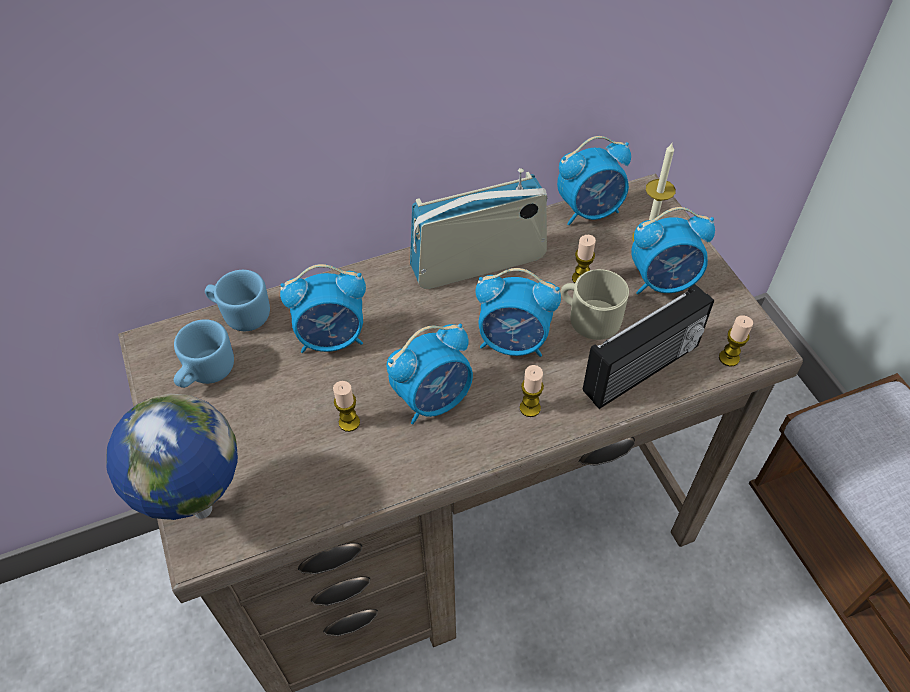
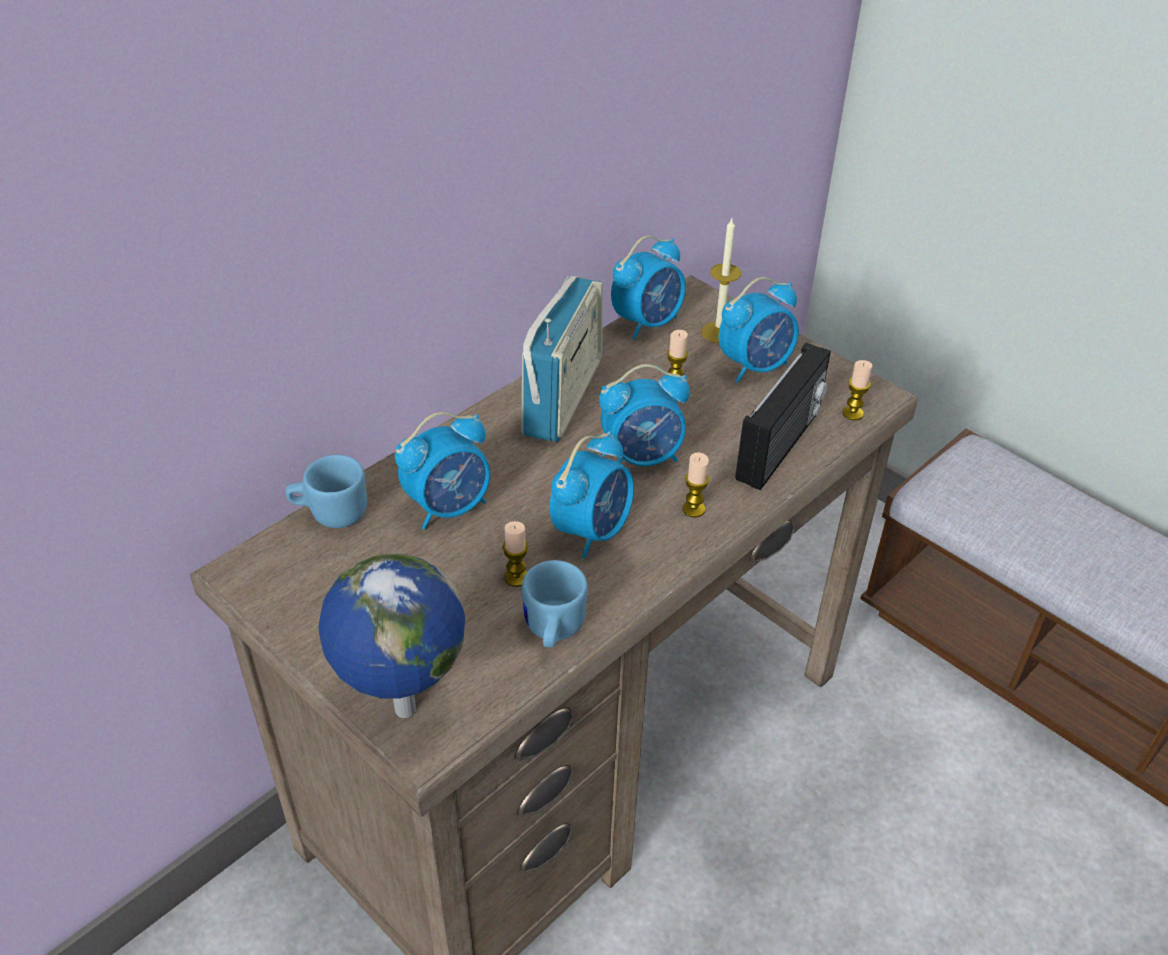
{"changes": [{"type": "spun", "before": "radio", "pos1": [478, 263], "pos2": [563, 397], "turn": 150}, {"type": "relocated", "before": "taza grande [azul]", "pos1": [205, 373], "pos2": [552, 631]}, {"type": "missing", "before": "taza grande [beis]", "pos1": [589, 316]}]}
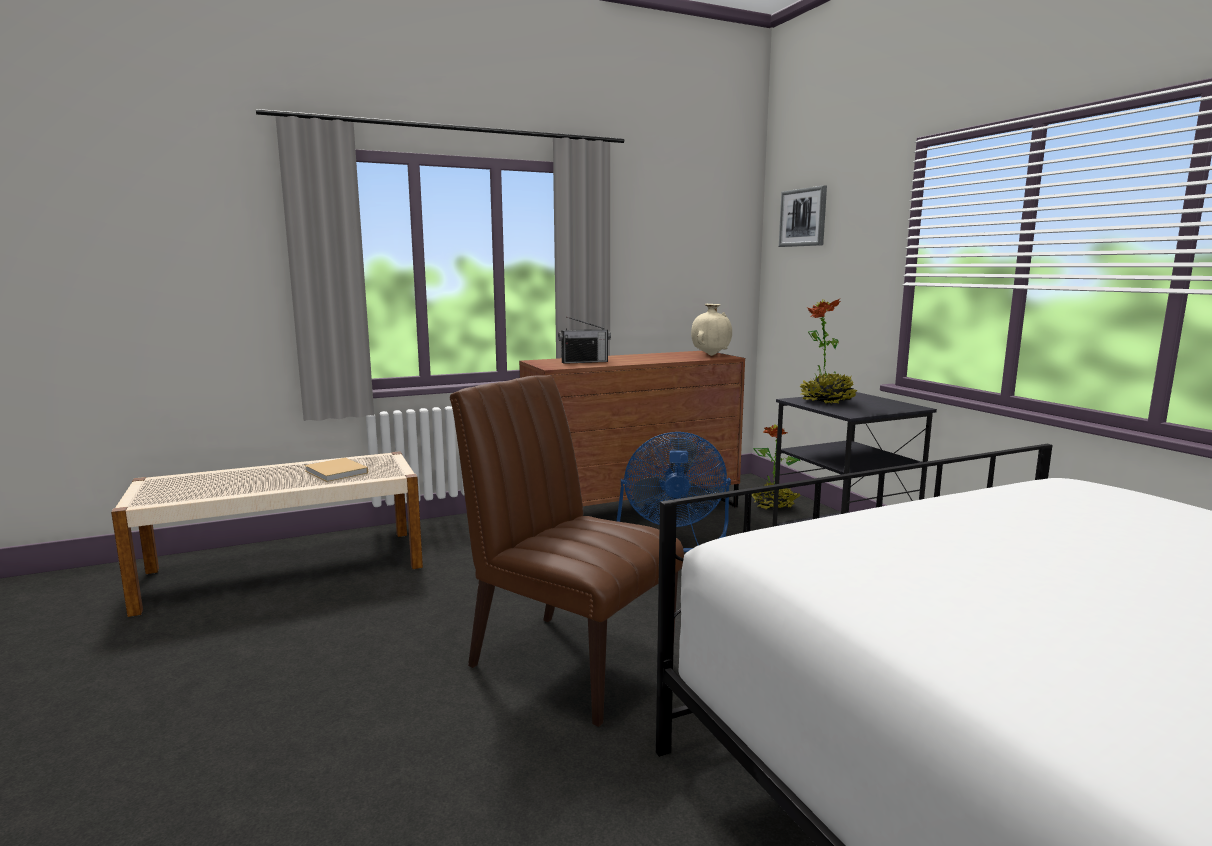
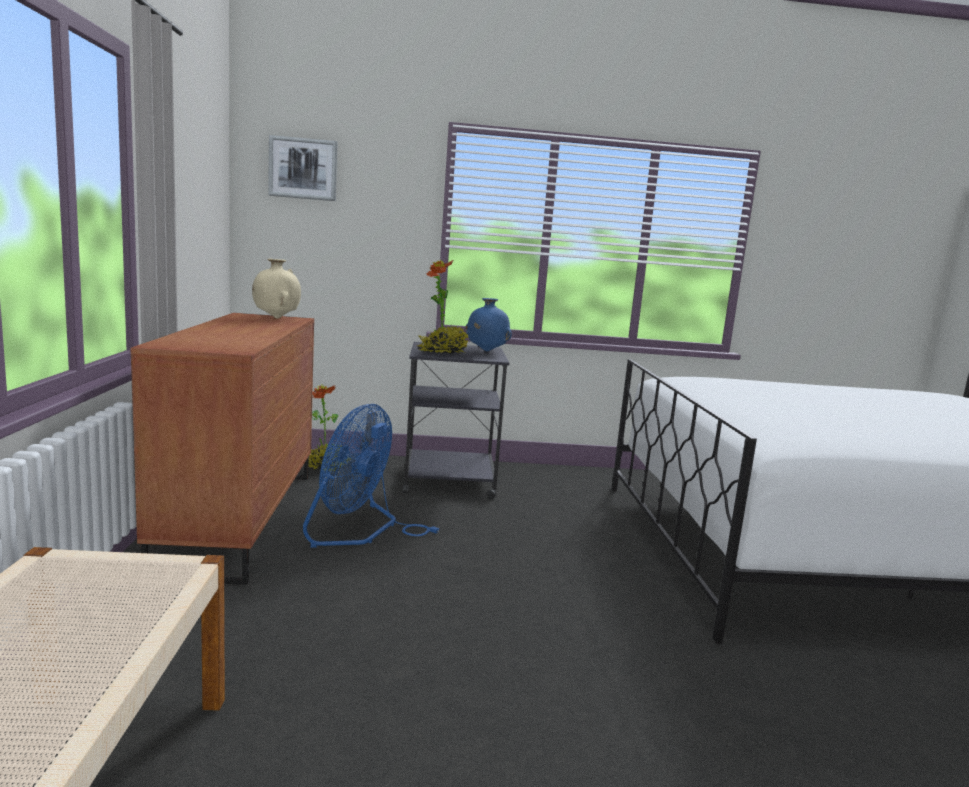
{"changes": [{"type": "appeared", "after": "florero [azul]", "pos2": [486, 351]}, {"type": "missing", "before": "libro [beis]", "pos1": [337, 472]}, {"type": "missing", "before": "silla [marrón]", "pos1": [571, 665]}, {"type": "missing", "before": "radio", "pos1": [584, 362]}]}
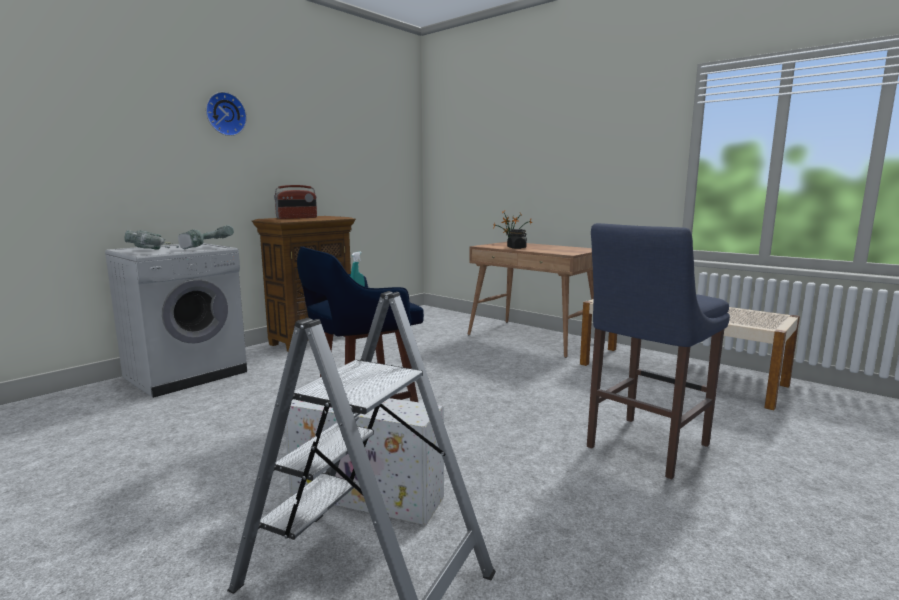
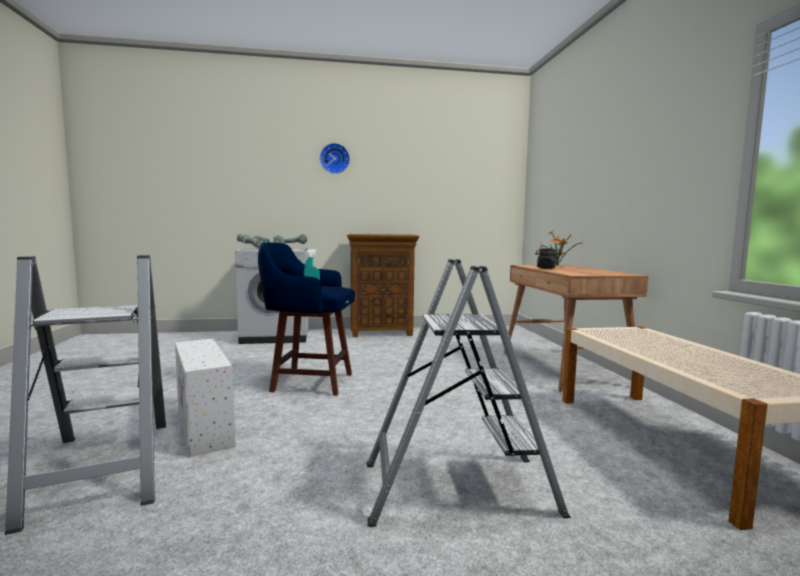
{"changes": [{"type": "exchanged", "before": "taburete [azul]", "after": "escalera de tijera [gris]", "pos1": [644, 447], "pos2": [455, 486]}, {"type": "missing", "before": "radio", "pos1": [297, 218]}]}
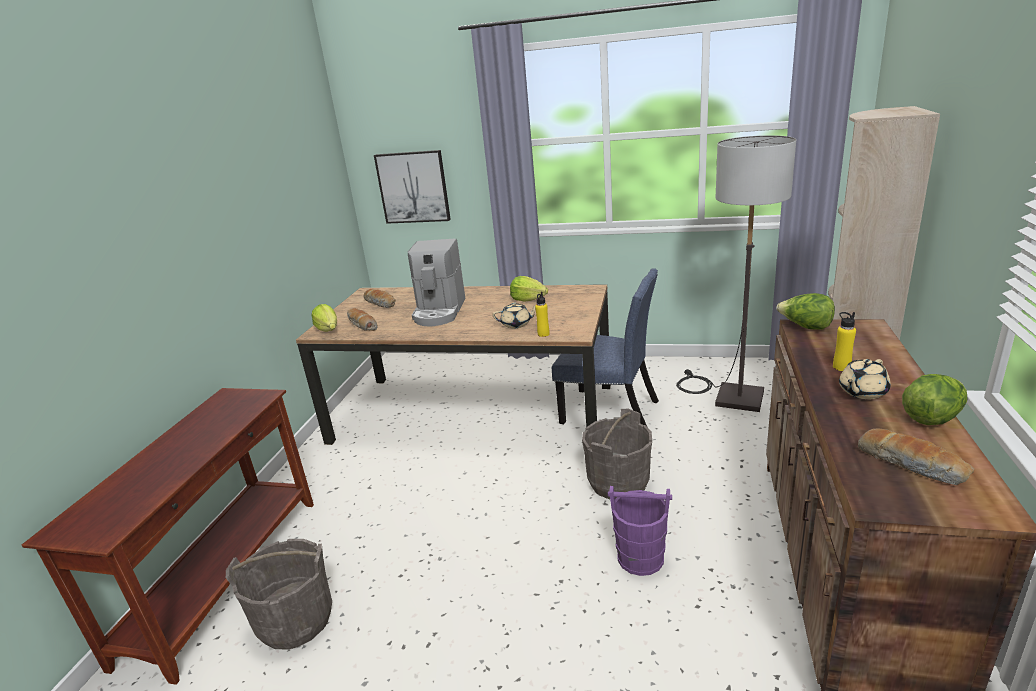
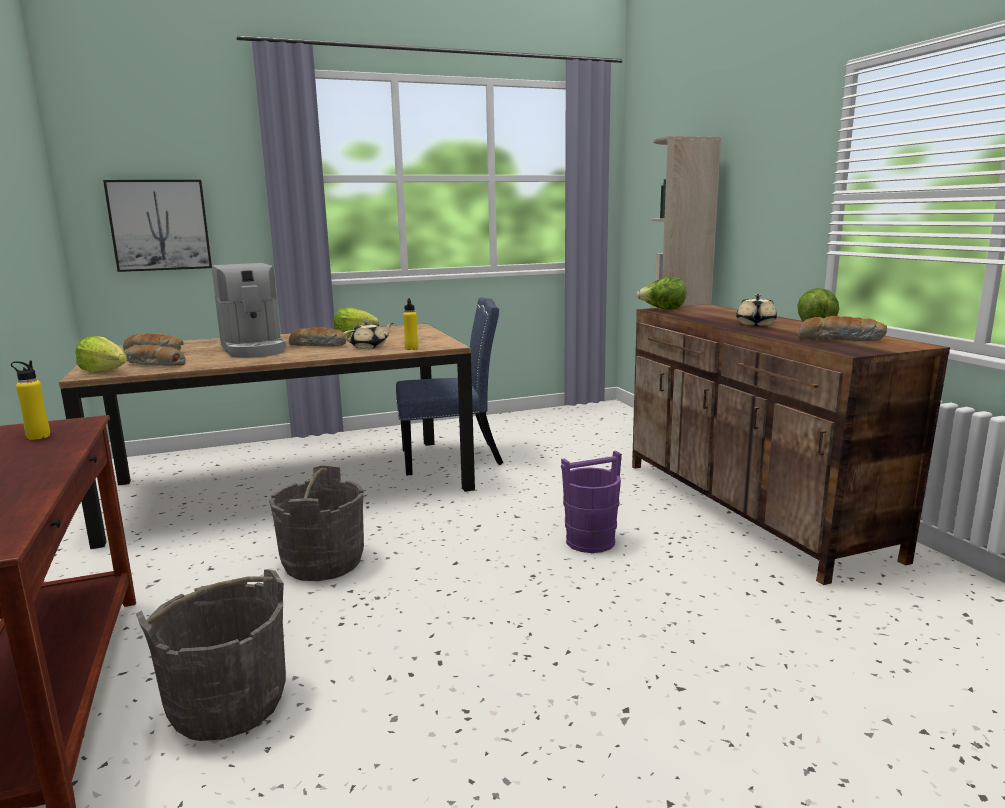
{"changes": [{"type": "relocated", "before": "botella [amarillo]", "pos1": [841, 367], "pos2": [38, 436]}, {"type": "relocated", "before": "cubo [gris]", "pos1": [618, 482], "pos2": [322, 563]}, {"type": "appeared", "after": "pan", "pos2": [320, 345]}, {"type": "missing", "before": "lámpara de pie", "pos1": [725, 395]}]}
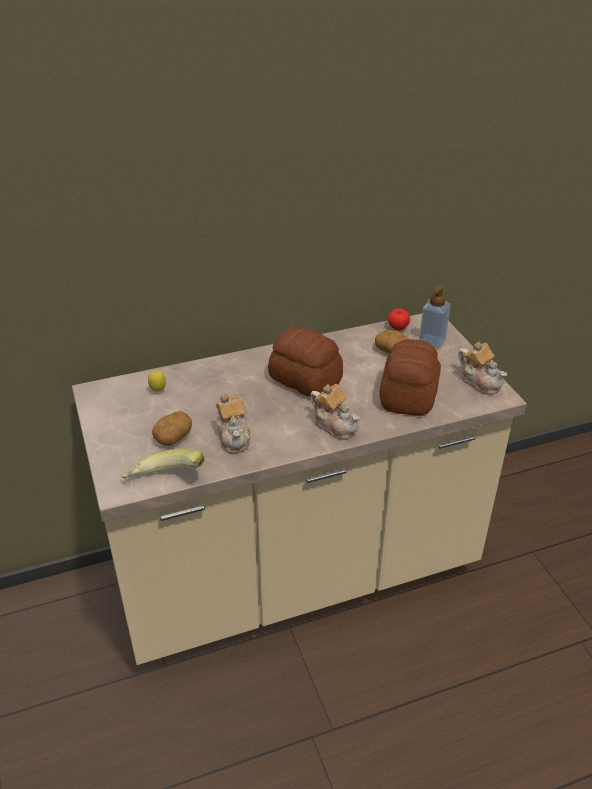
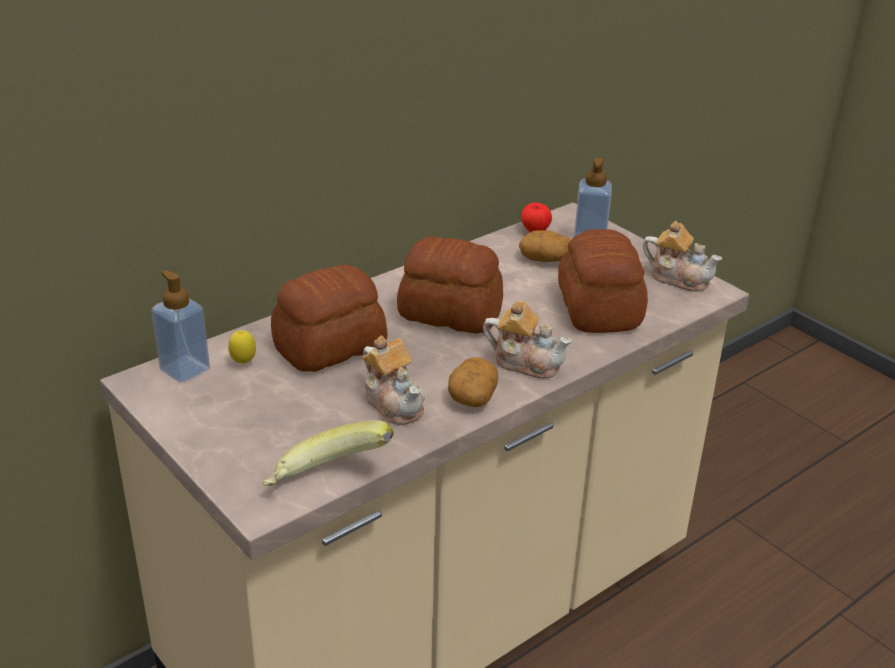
{"changes": [{"type": "appeared", "after": "dispensador de jabón", "pos2": [185, 369]}, {"type": "appeared", "after": "pan", "pos2": [328, 346]}, {"type": "relocated", "before": "patata", "pos1": [173, 436], "pos2": [472, 396]}]}
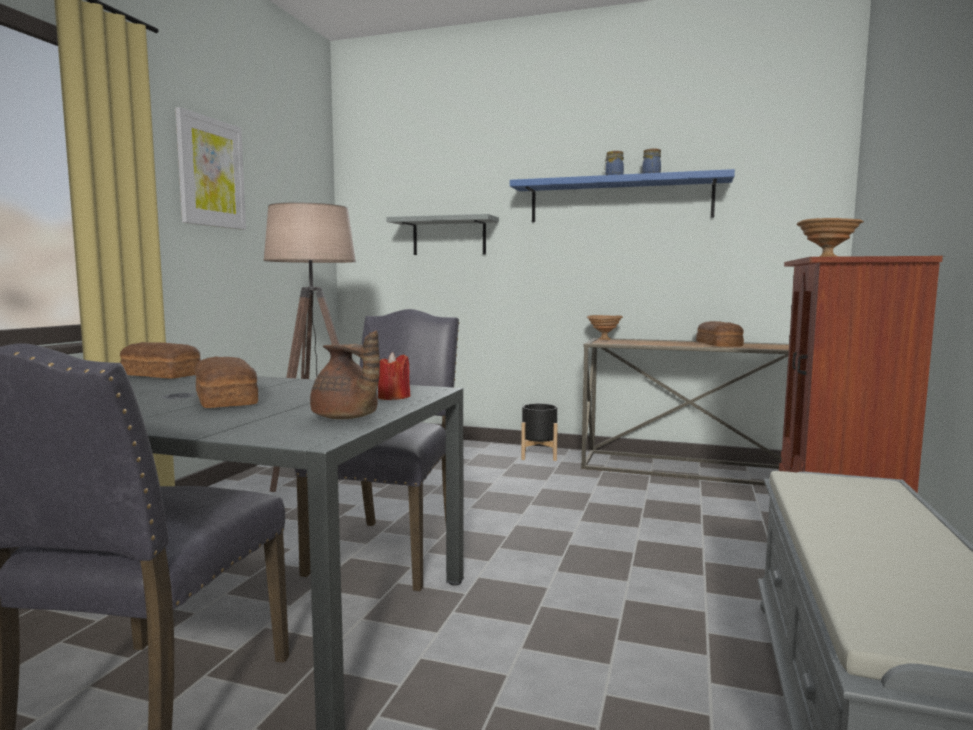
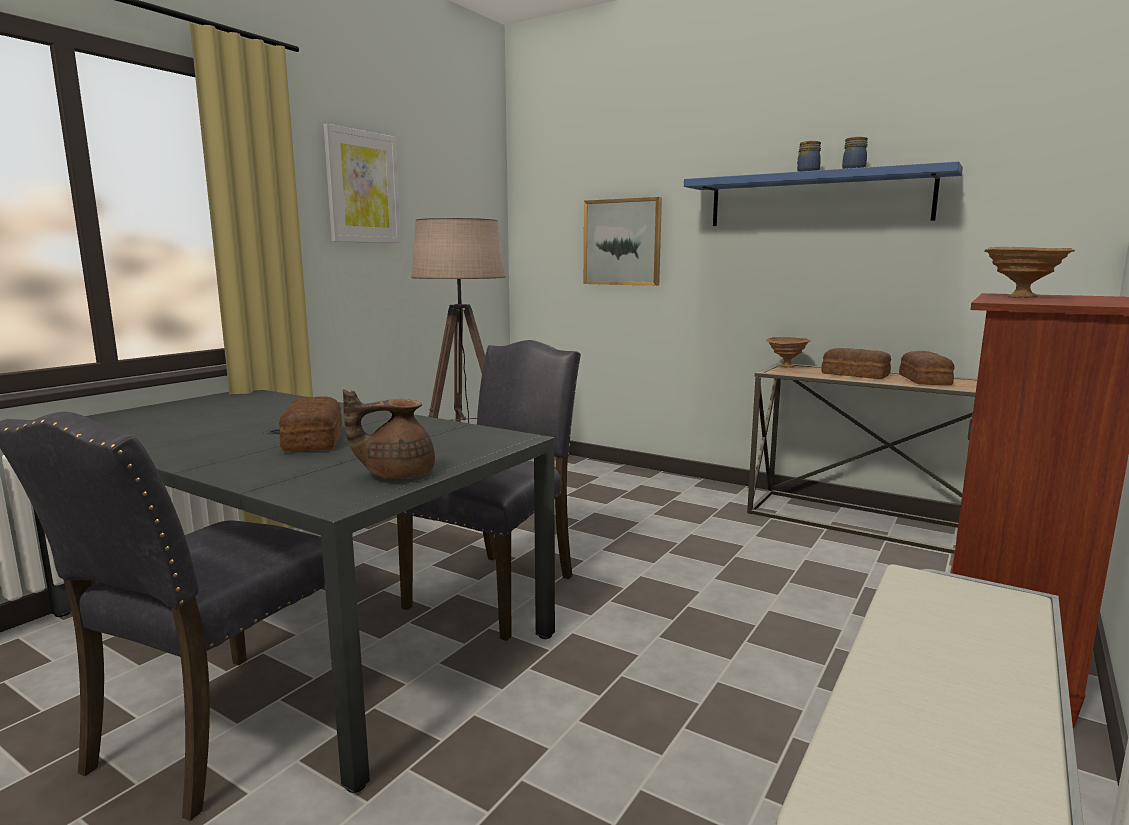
{"changes": [{"type": "spun", "before": "tetera [marrón]", "pos1": [346, 418], "pos2": [396, 474], "turn": 105}, {"type": "exchanged", "before": "estante [gris]", "after": "cuadro", "pos1": [449, 236], "pos2": [622, 242]}, {"type": "relocated", "before": "pan", "pos1": [161, 375], "pos2": [855, 375]}, {"type": "missing", "before": "vela [rojo]", "pos1": [393, 397]}, {"type": "missing", "before": "maceta [negro]", "pos1": [538, 455]}]}
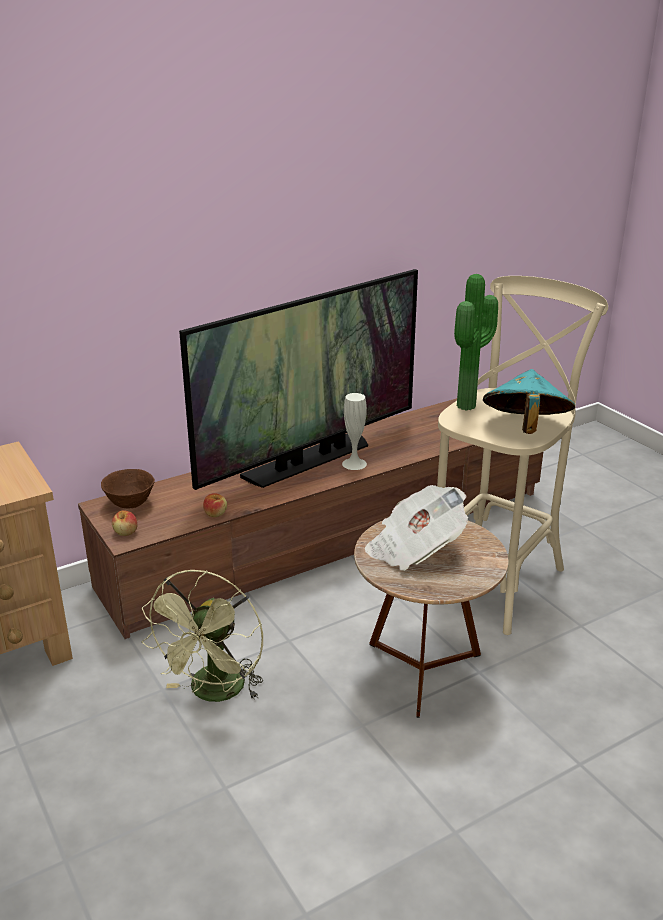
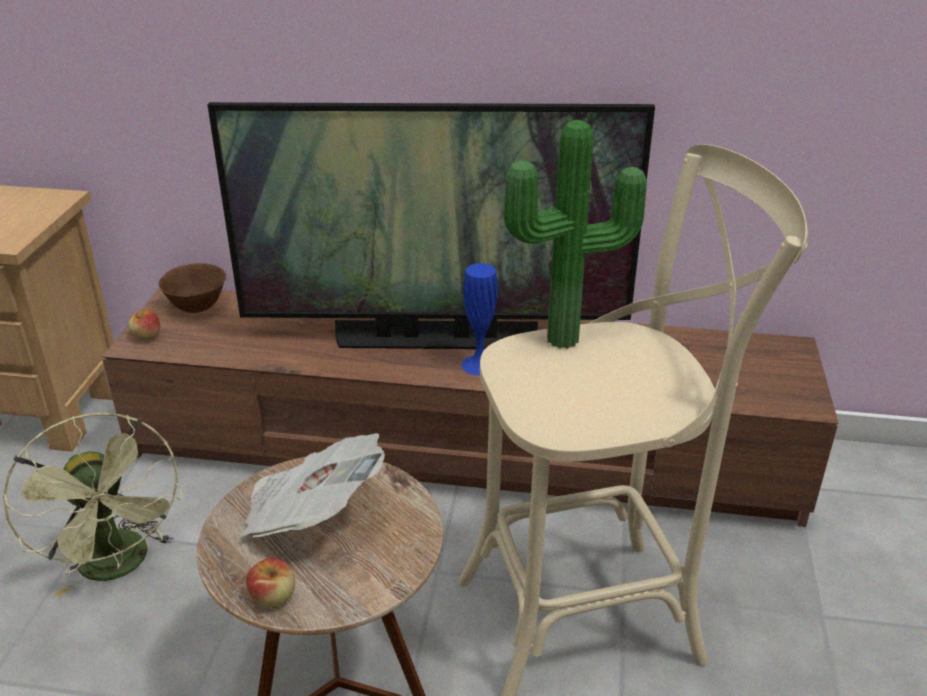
{"changes": [{"type": "spun", "before": "ventilador [verde]", "pos1": [214, 693], "pos2": [120, 566], "turn": -90}, {"type": "relocated", "before": "manzana", "pos1": [215, 514], "pos2": [274, 596]}, {"type": "colour", "before": "florero [blanco]", "after": "florero [azul]", "pos1": [354, 464], "pos2": [479, 365]}, {"type": "missing", "before": "sombrero [turquesa]", "pos1": [524, 428]}]}
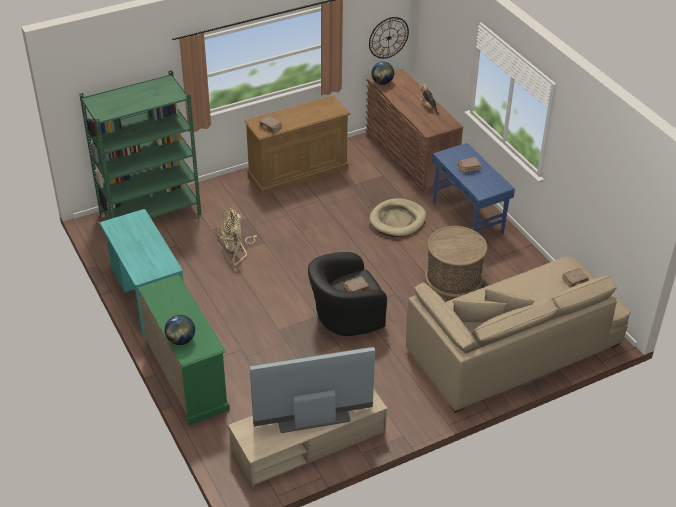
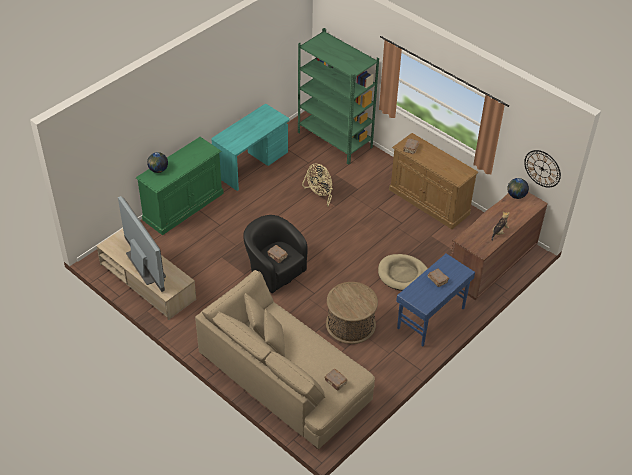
{"changes": [{"type": "spun", "before": "ventilador [beis]", "pos1": [236, 248], "pos2": [320, 193], "turn": -90}]}
